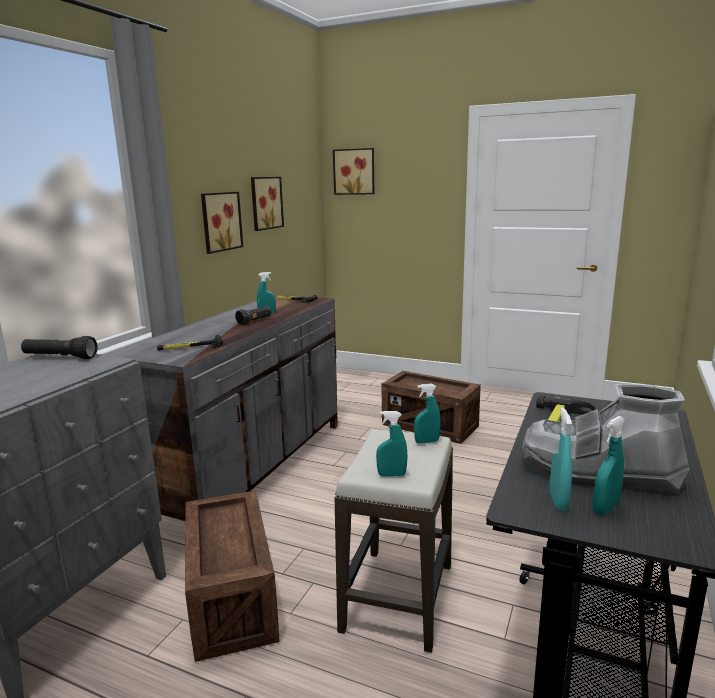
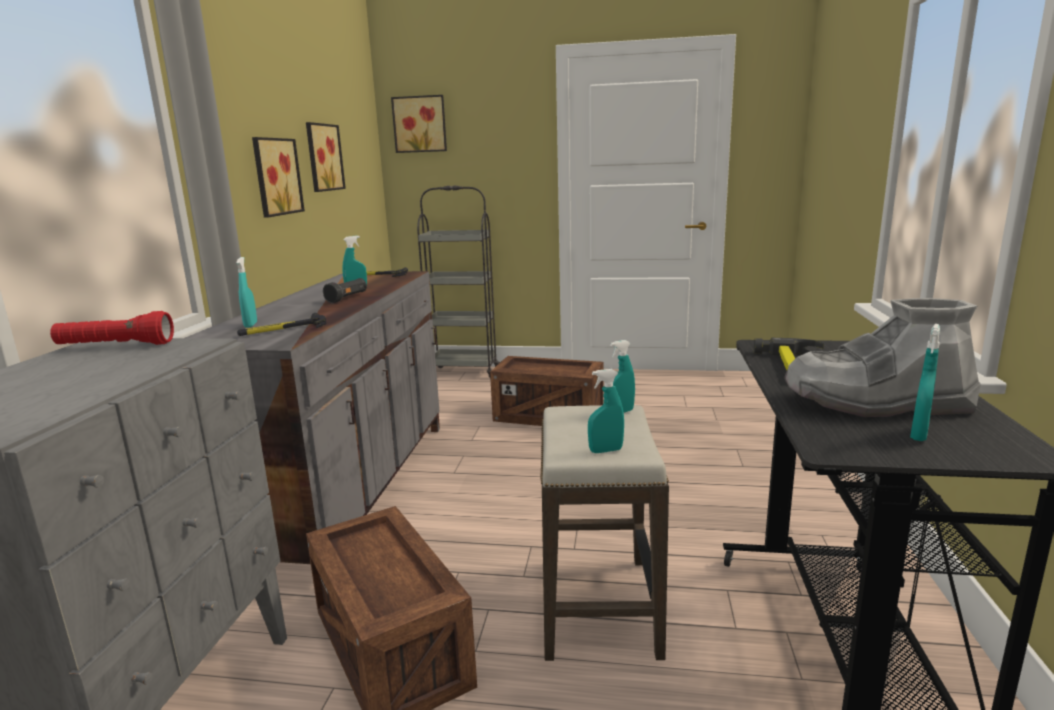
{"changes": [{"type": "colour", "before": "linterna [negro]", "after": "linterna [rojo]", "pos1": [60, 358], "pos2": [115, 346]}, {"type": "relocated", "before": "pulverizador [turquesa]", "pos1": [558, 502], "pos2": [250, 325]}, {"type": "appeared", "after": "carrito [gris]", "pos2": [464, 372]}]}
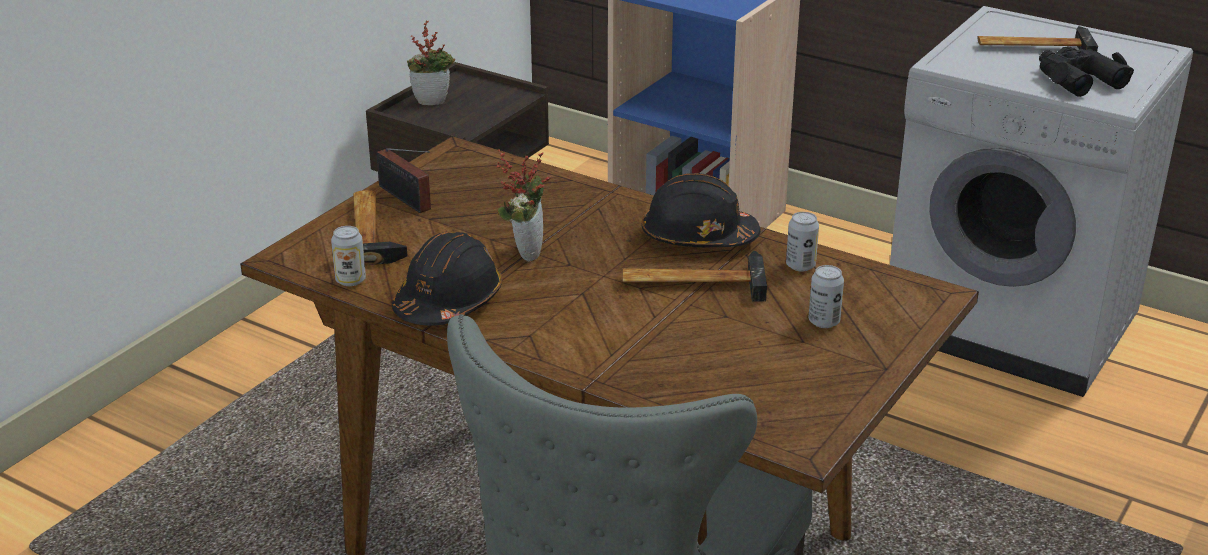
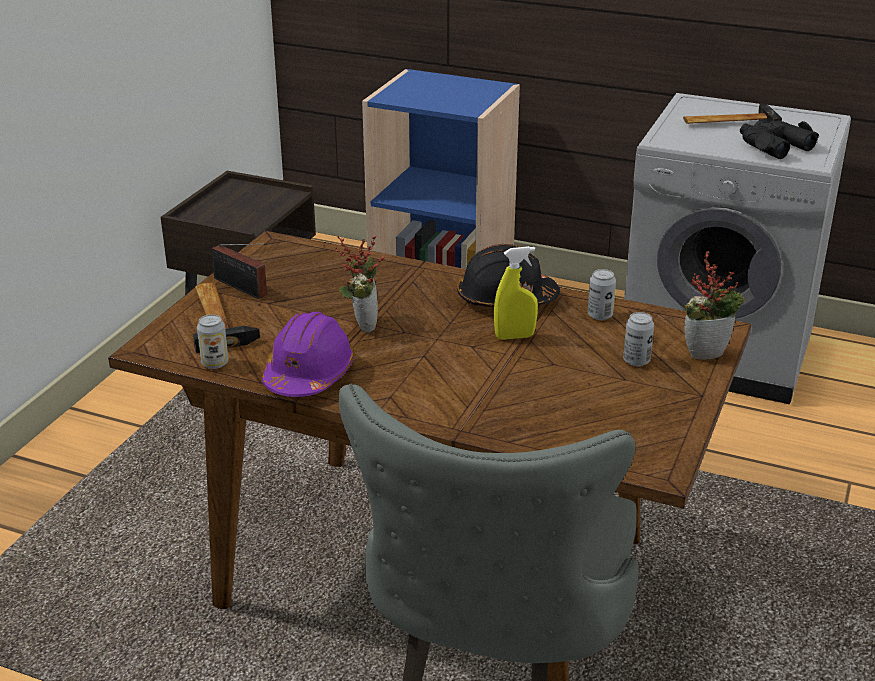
{"changes": [{"type": "colour", "before": "casco [negro]", "after": "casco [morado]", "pos1": [448, 302], "pos2": [309, 374]}, {"type": "exchanged", "before": "martillo", "after": "pulverizador [amarillo]", "pos1": [692, 281], "pos2": [514, 336]}, {"type": "relocated", "before": "planta en maceta", "pos1": [433, 101], "pos2": [706, 352]}]}
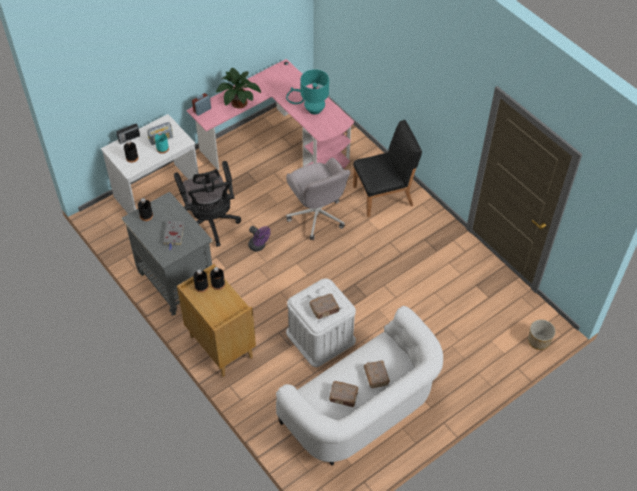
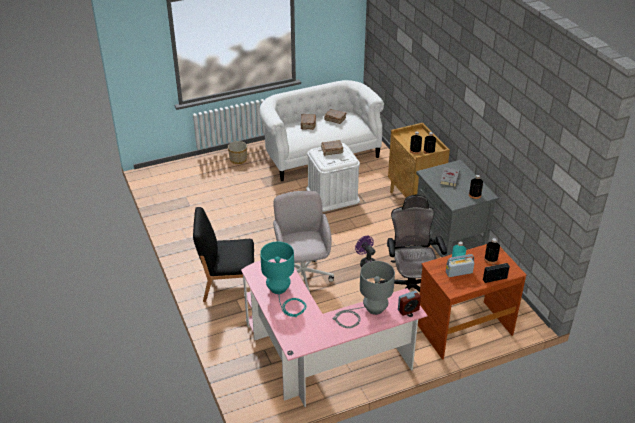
{"changes": [{"type": "relocated", "before": "maceta", "pos1": [538, 341], "pos2": [238, 159]}, {"type": "exchanged", "before": "planta en maceta", "after": "lámpara de mesa [gris]", "pos1": [237, 102], "pos2": [364, 312]}, {"type": "colour", "before": "escritorio [blanco]", "after": "escritorio [marrón]", "pos1": [157, 194], "pos2": [464, 328]}]}
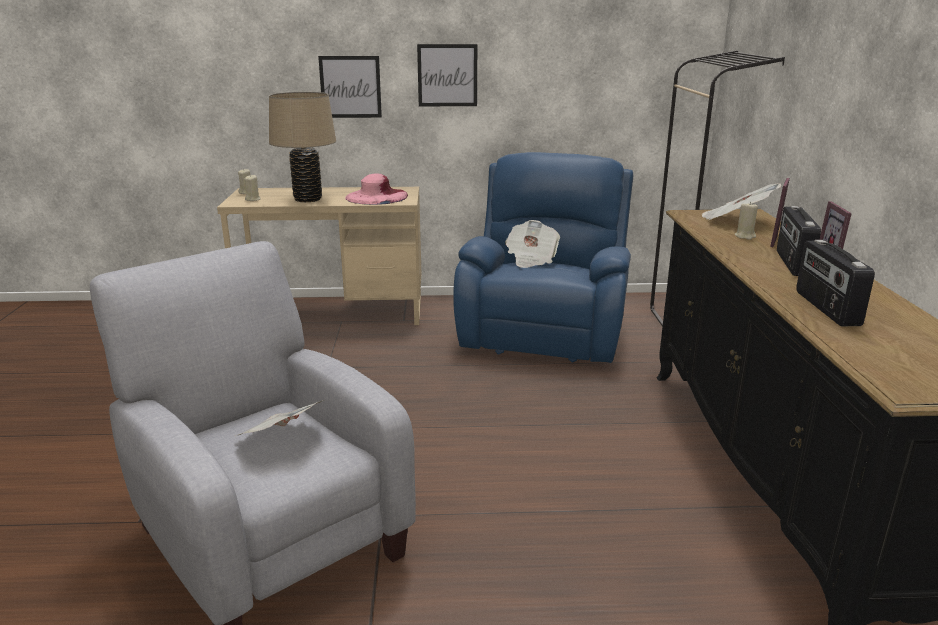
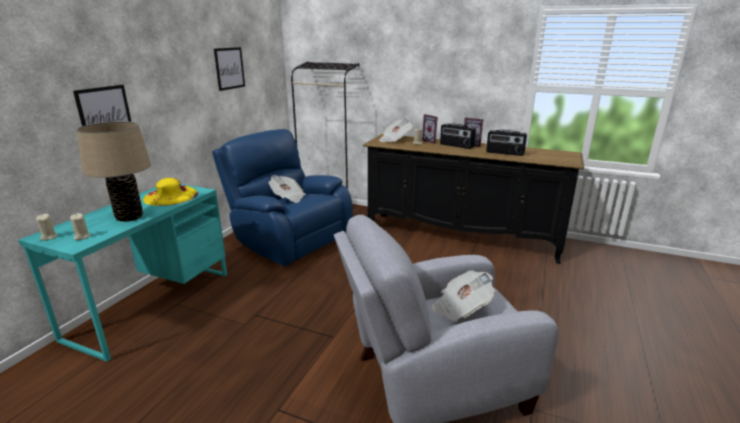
{"changes": [{"type": "colour", "before": "escritorio [beis]", "after": "escritorio [turquesa]", "pos1": [333, 312], "pos2": [152, 304]}, {"type": "colour", "before": "sombrero [rosa]", "after": "sombrero [amarillo]", "pos1": [376, 196], "pos2": [171, 196]}, {"type": "relocated", "before": "cuadro", "pos1": [447, 75], "pos2": [229, 68]}]}
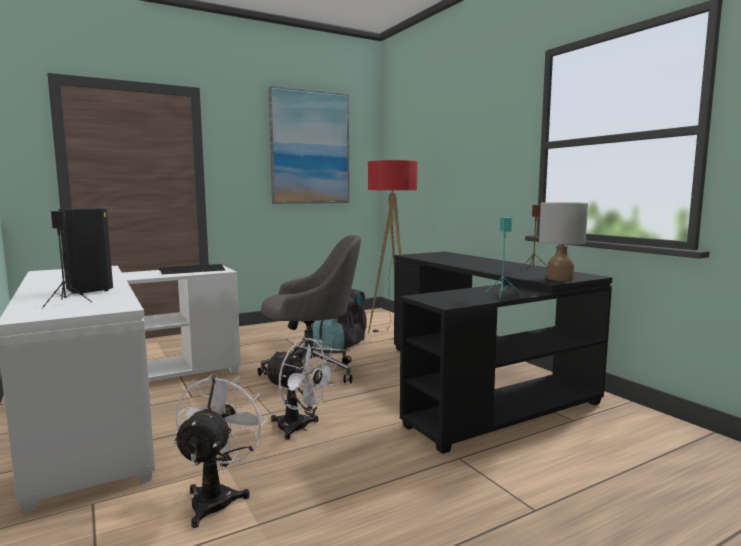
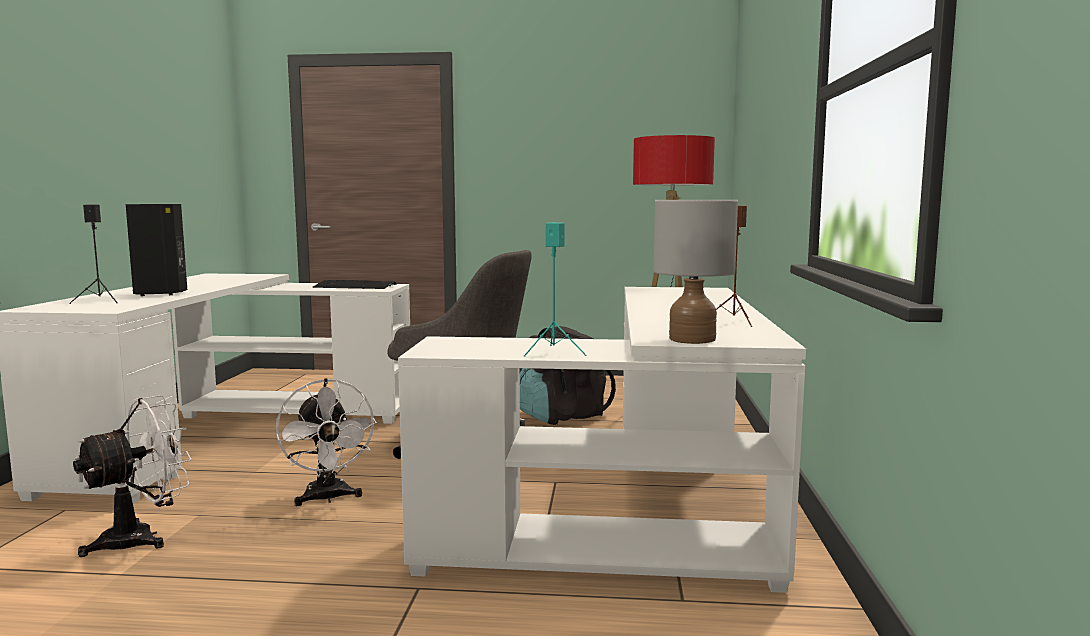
{"changes": [{"type": "colour", "before": "escritorio [negro]", "after": "escritorio [blanco]", "pos1": [480, 384], "pos2": [647, 510]}, {"type": "missing", "before": "cuadro", "pos1": [310, 147]}]}
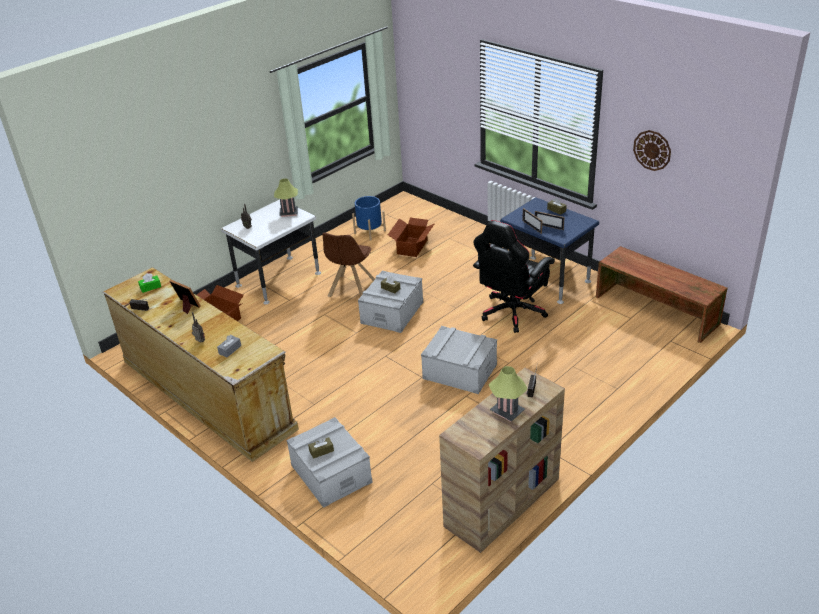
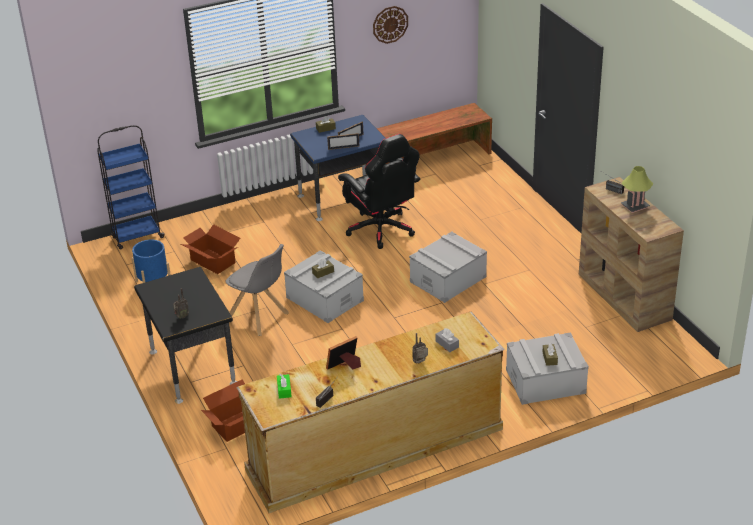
{"changes": [{"type": "appeared", "after": "carrito [azul]", "pos2": [137, 238]}, {"type": "colour", "before": "escritorio [blanco]", "after": "escritorio [negro]", "pos1": [278, 279], "pos2": [192, 367]}, {"type": "colour", "before": "silla [marrón]", "after": "silla [gris]", "pos1": [351, 289], "pos2": [259, 318]}, {"type": "missing", "before": "lámpara de mesa", "pos1": [289, 213]}]}
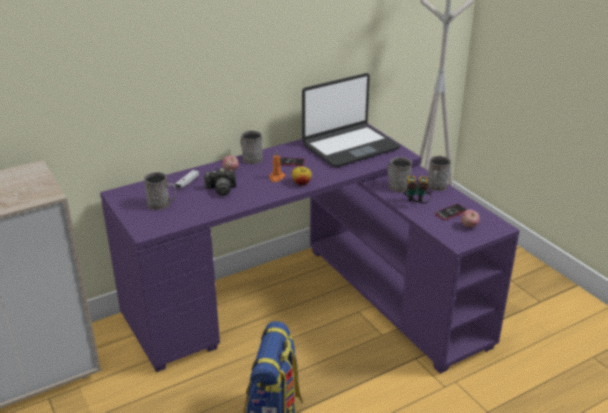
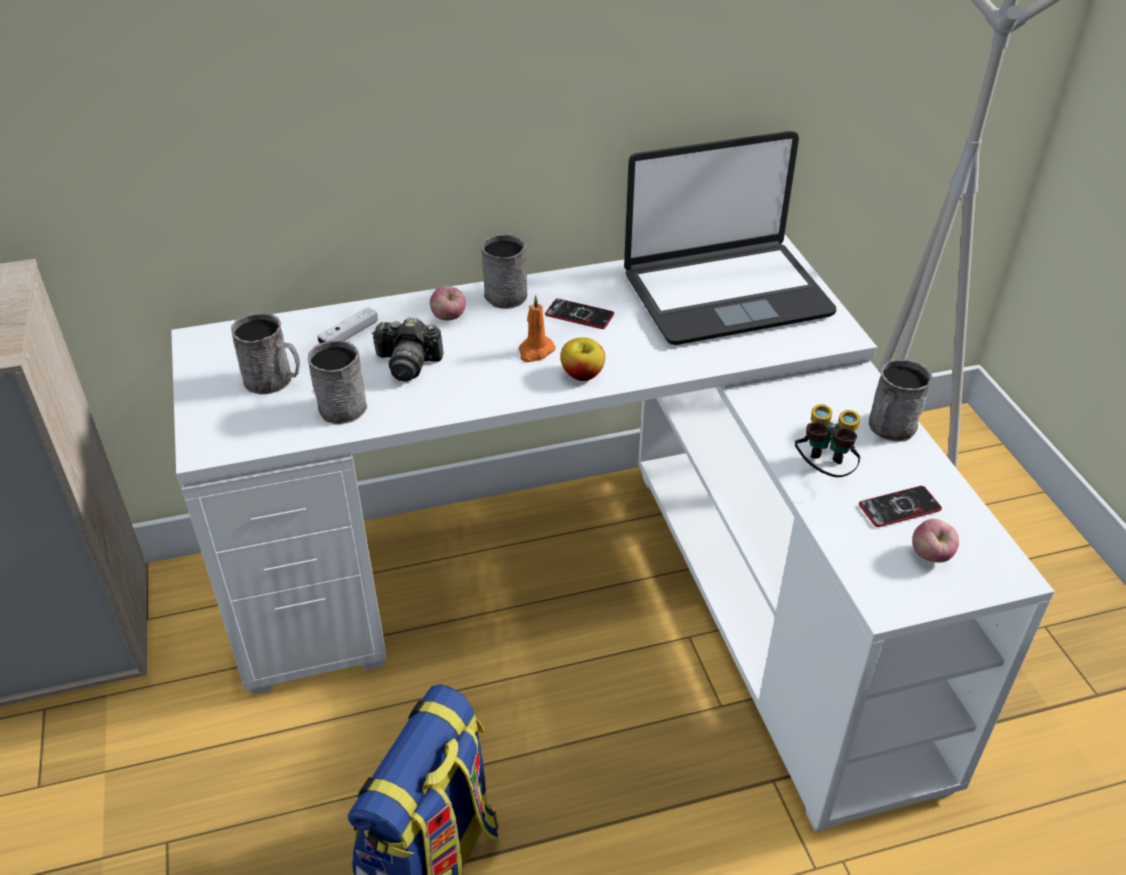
{"changes": [{"type": "colour", "before": "escritorio [morado]", "after": "escritorio [blanco]", "pos1": [311, 302], "pos2": [600, 595]}, {"type": "relocated", "before": "taza grande [gris]", "pos1": [397, 185], "pos2": [340, 403]}]}
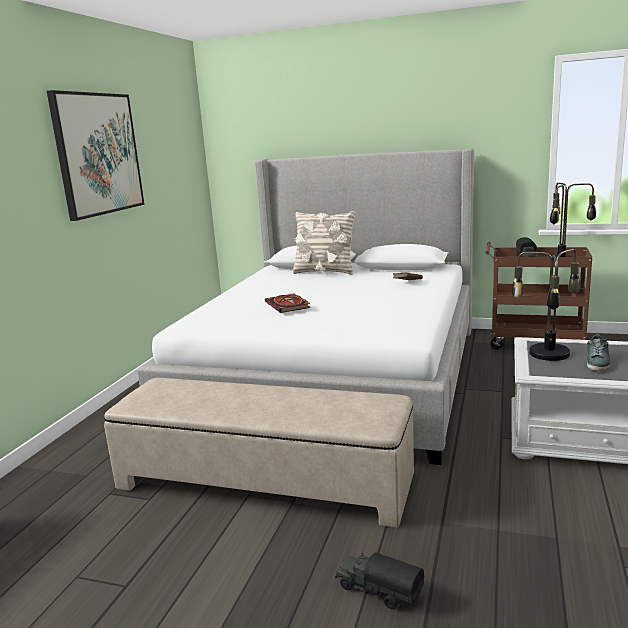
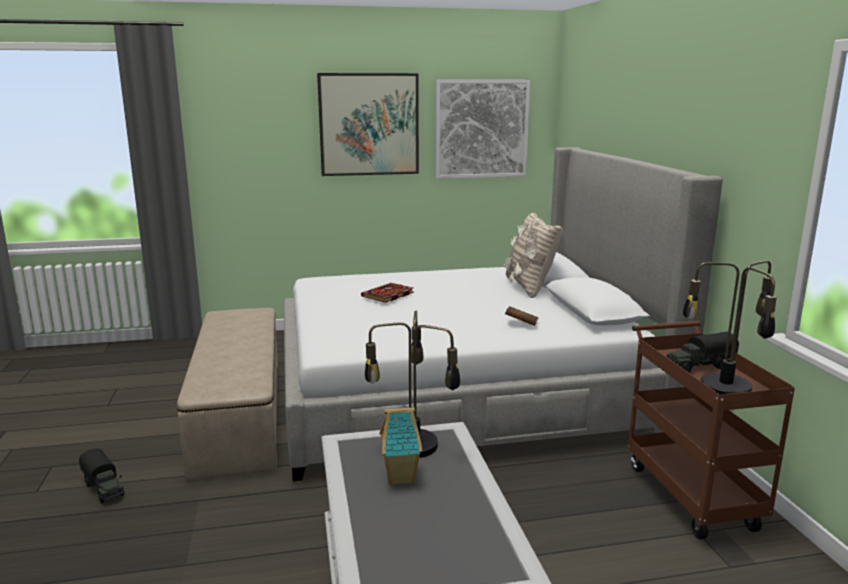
{"changes": [{"type": "spun", "before": "camión de juguete", "pos1": [378, 591], "pos2": [104, 488], "turn": 135}, {"type": "exchanged", "before": "zapato", "after": "casita", "pos1": [597, 362], "pos2": [401, 477]}, {"type": "appeared", "after": "cuadro", "pos2": [481, 129]}]}
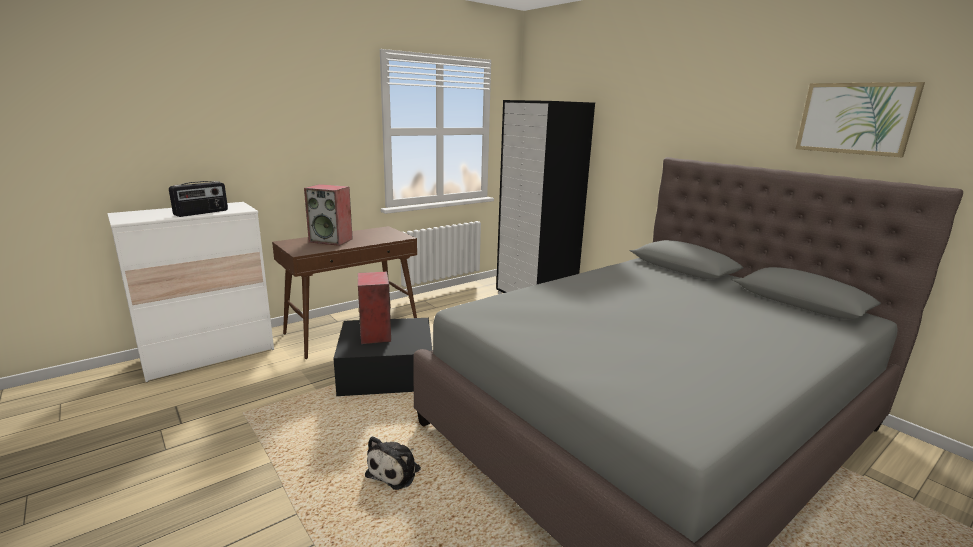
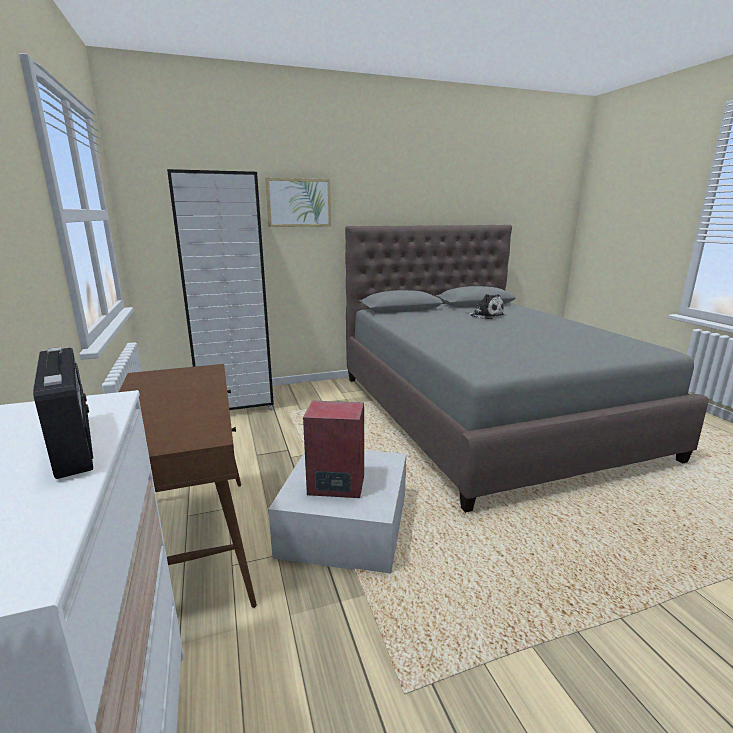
{"changes": [{"type": "relocated", "before": "cuadro", "pos1": [855, 118], "pos2": [299, 203]}, {"type": "colour", "before": "caja de almacenaje [negro]", "after": "caja de almacenaje [blanco]", "pos1": [386, 372], "pos2": [345, 524]}, {"type": "relocated", "before": "peluche", "pos1": [396, 470], "pos2": [485, 316]}, {"type": "missing", "before": "altavoz", "pos1": [331, 240]}]}
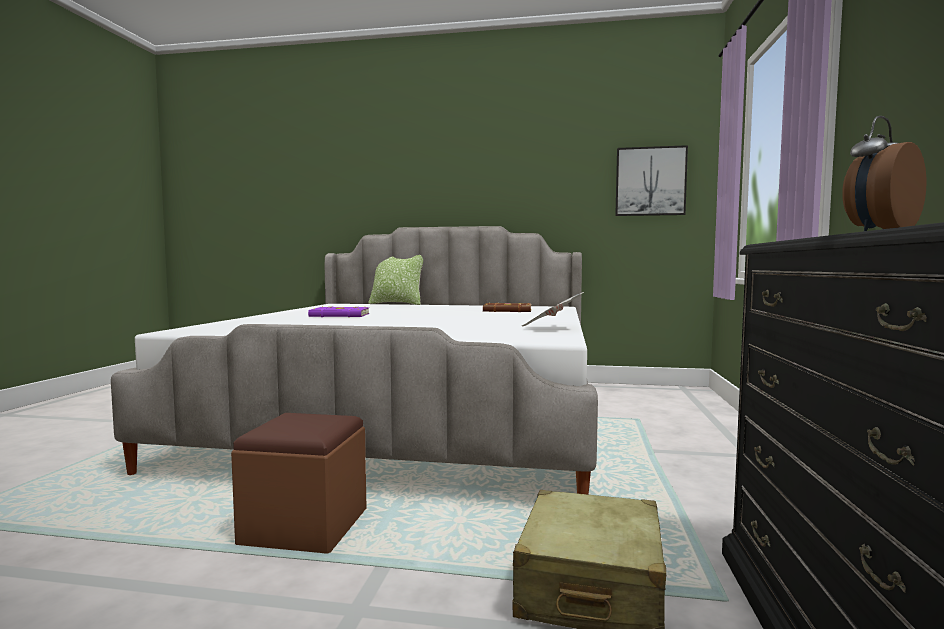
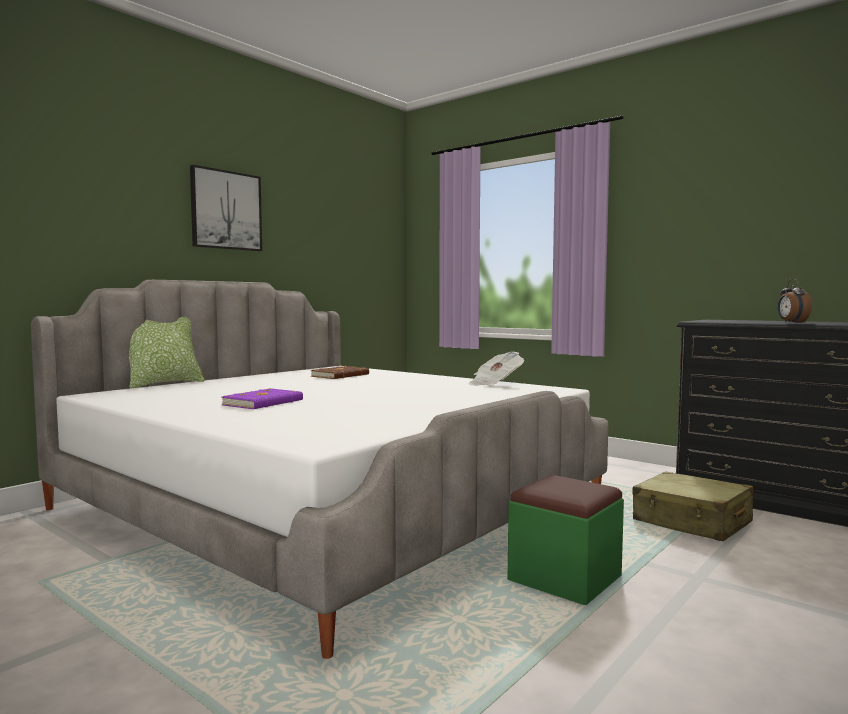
{"changes": [{"type": "relocated", "before": "cuadro", "pos1": [650, 181], "pos2": [226, 210]}, {"type": "colour", "before": "puf [marrón]", "after": "puf [verde]", "pos1": [305, 526], "pos2": [564, 578]}]}
